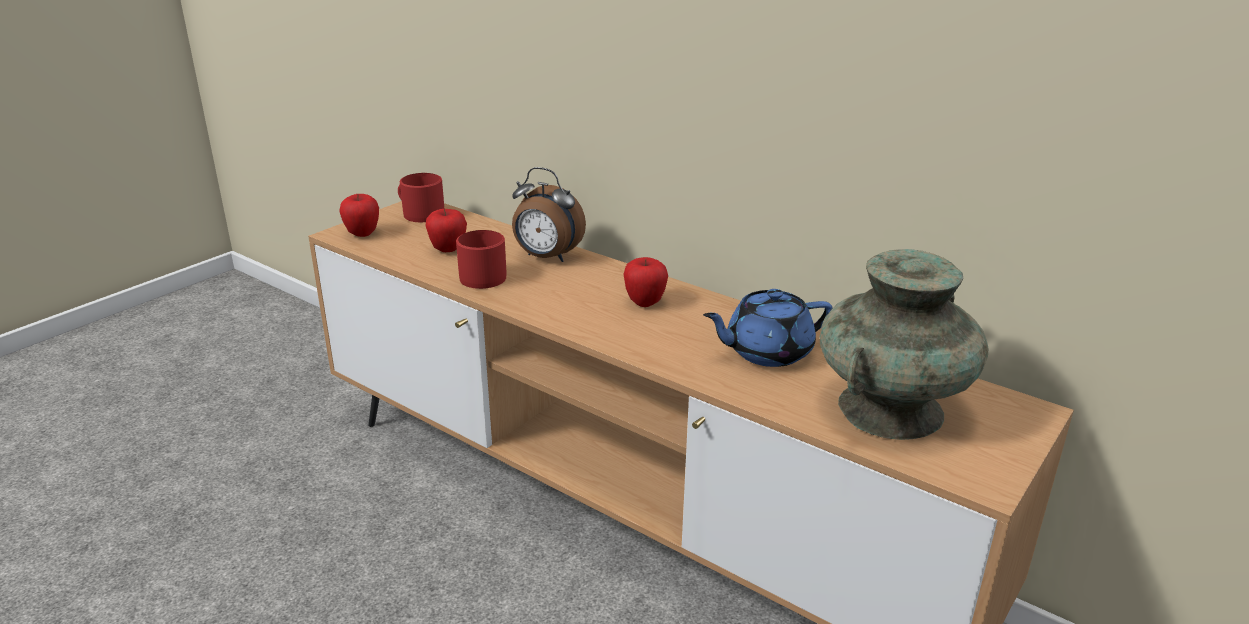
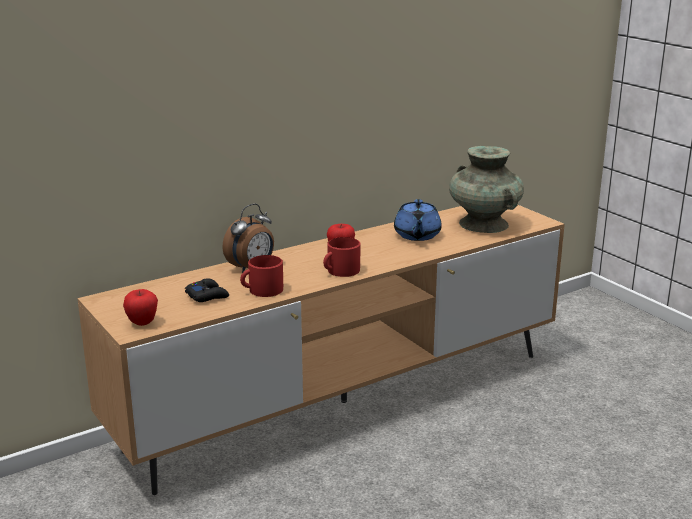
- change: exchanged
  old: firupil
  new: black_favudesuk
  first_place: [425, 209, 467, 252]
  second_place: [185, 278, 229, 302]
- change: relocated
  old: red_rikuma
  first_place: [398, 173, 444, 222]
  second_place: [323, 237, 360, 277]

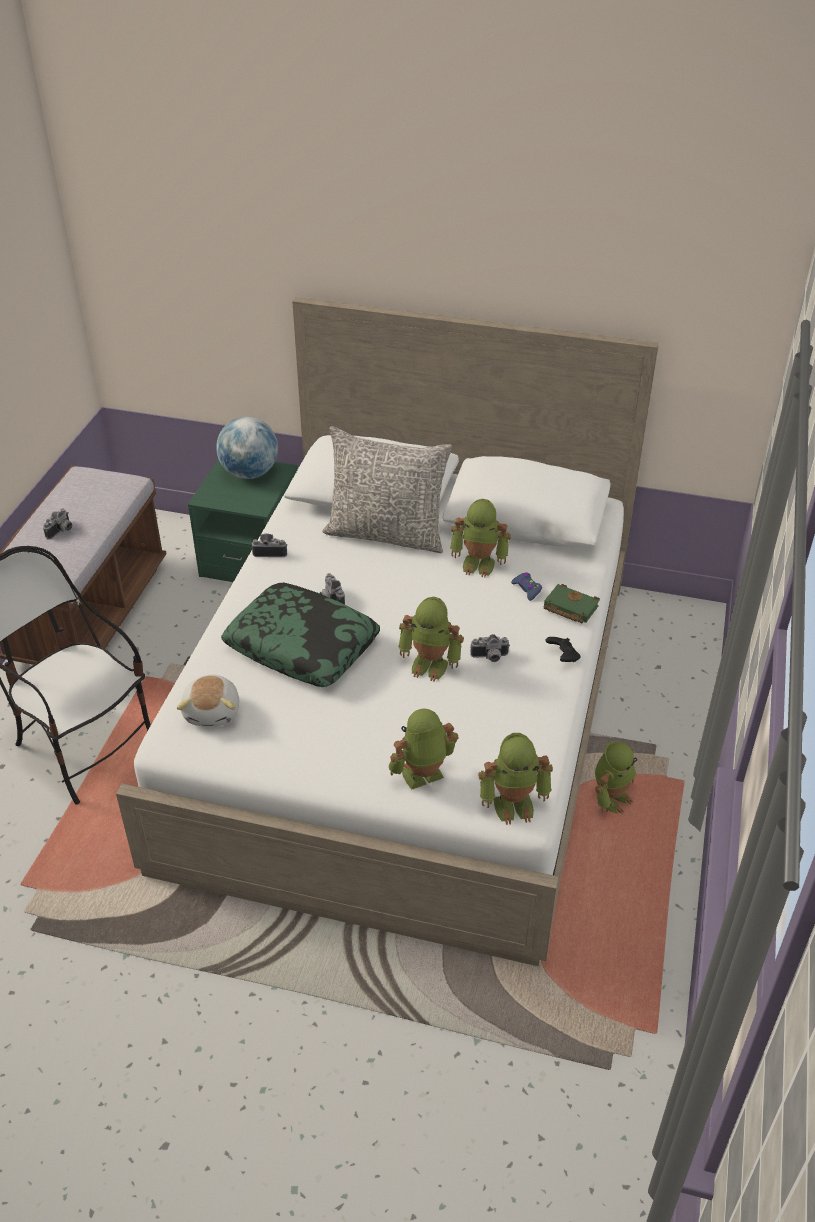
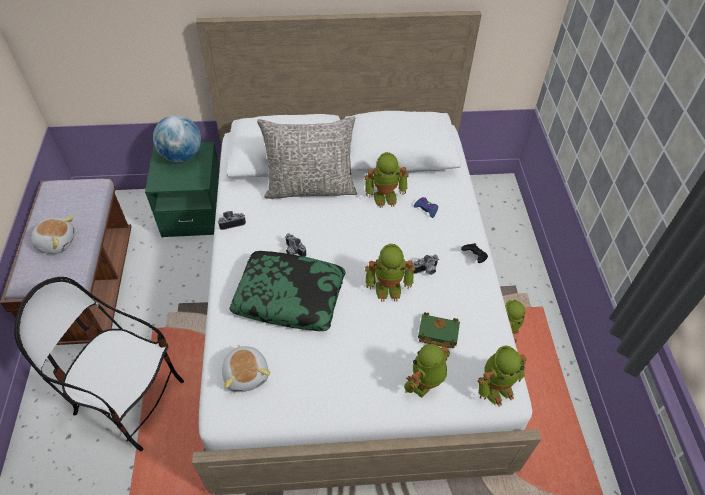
- change: exchanged
  old: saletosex
  new: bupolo
  first_place: [43, 509, 72, 540]
  second_place: [29, 217, 75, 254]
- change: relocated
  old: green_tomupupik
  first_place: [544, 584, 600, 624]
  second_place: [418, 312, 460, 349]

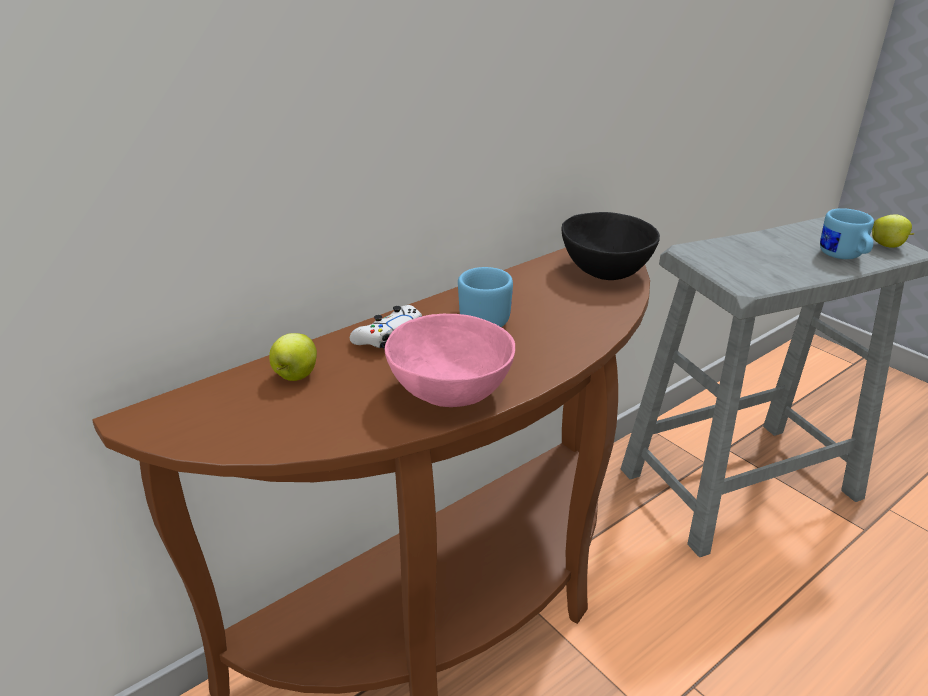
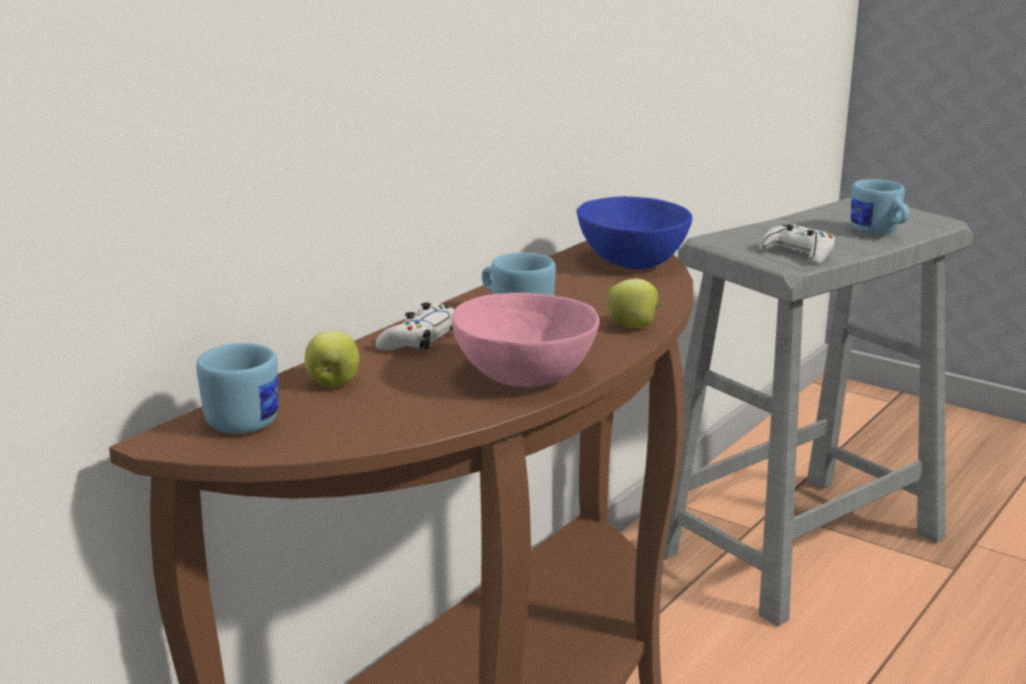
- change: appeared
  new: blue_rikuma
  second_place: [196, 343, 278, 434]
- change: colour
  old: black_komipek
  new: blue_komipek
  first_place: [561, 212, 660, 280]
  second_place: [576, 196, 692, 269]
- change: relocated
  old: firupil
  first_place: [872, 214, 914, 248]
  second_place: [606, 278, 664, 328]
- change: appeared
  new: white_favudesuk
  second_place: [759, 224, 835, 265]

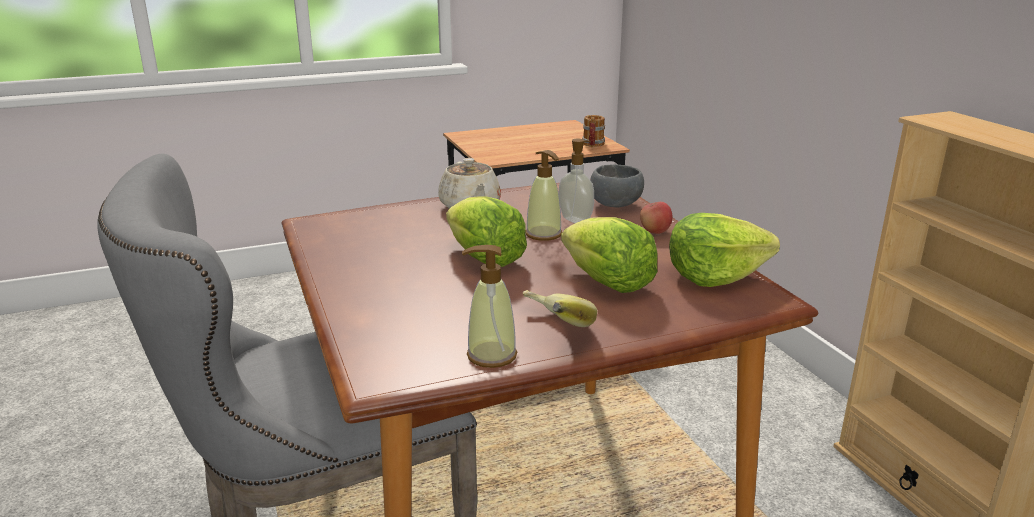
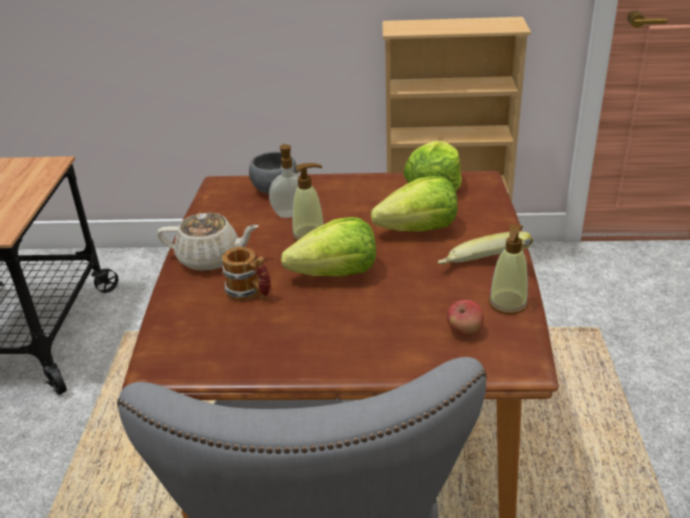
- change: relocated
  old: rikuma
  first_place: [582, 115, 605, 147]
  second_place: [222, 247, 271, 301]
- change: relocated
  old: firupil
  first_place: [640, 202, 673, 234]
  second_place: [447, 300, 484, 337]

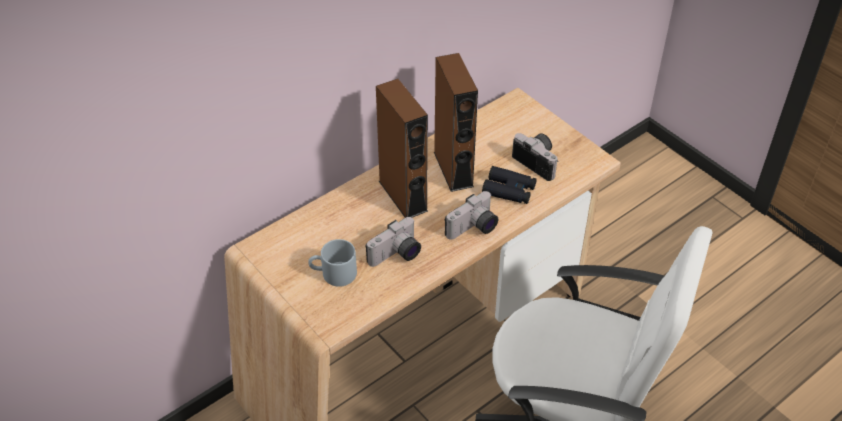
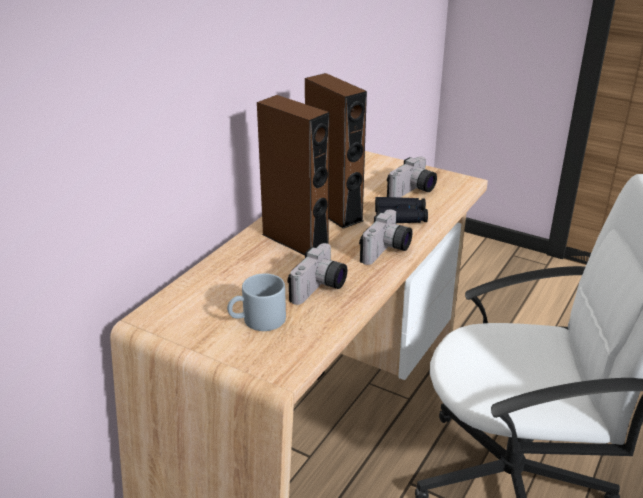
- change: spun
  old: saletosex
  first_place: [512, 133, 559, 181]
  second_place: [387, 157, 437, 198]
  degrees: 105

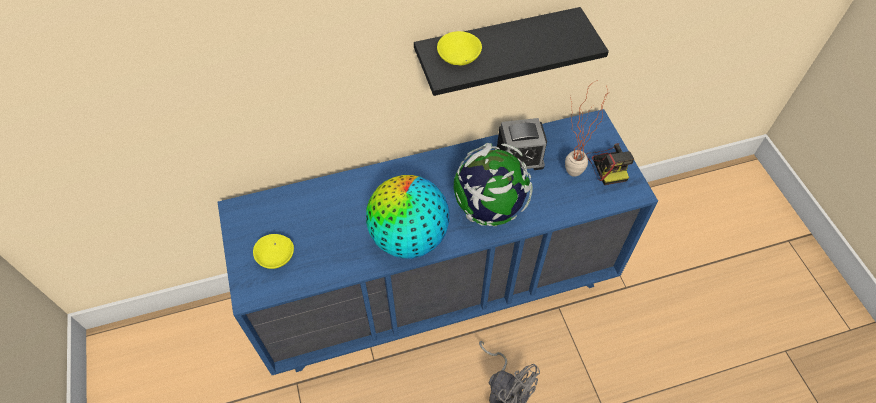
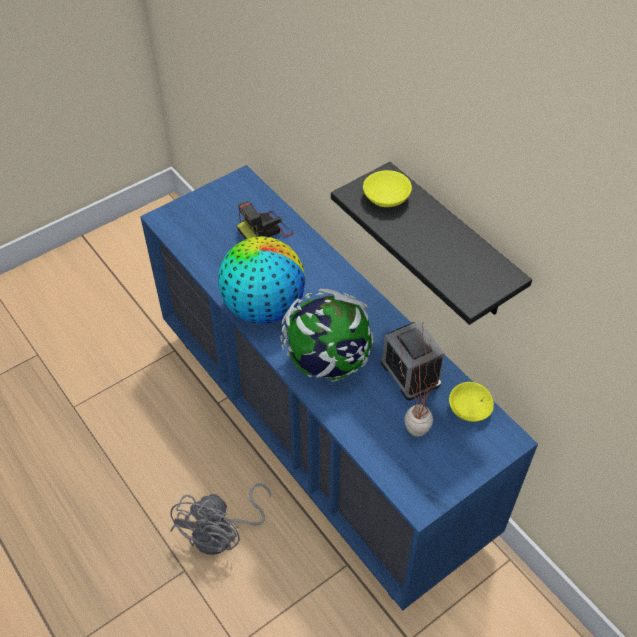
- change: relocated
  old: saletosex
  first_place: [586, 143, 634, 185]
  second_place: [237, 201, 294, 239]
- change: relocated
  old: yellow_komipek
  first_place: [253, 234, 294, 269]
  second_place: [449, 382, 494, 422]

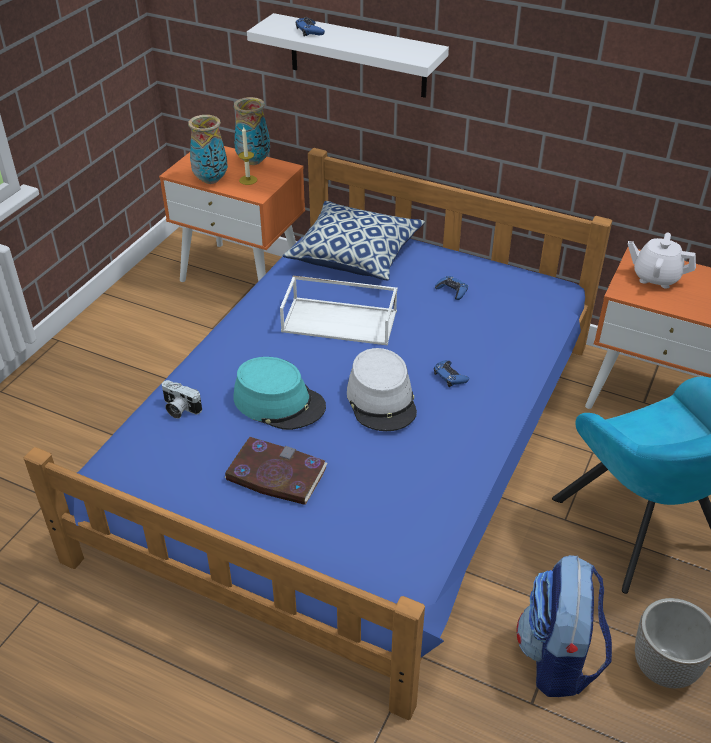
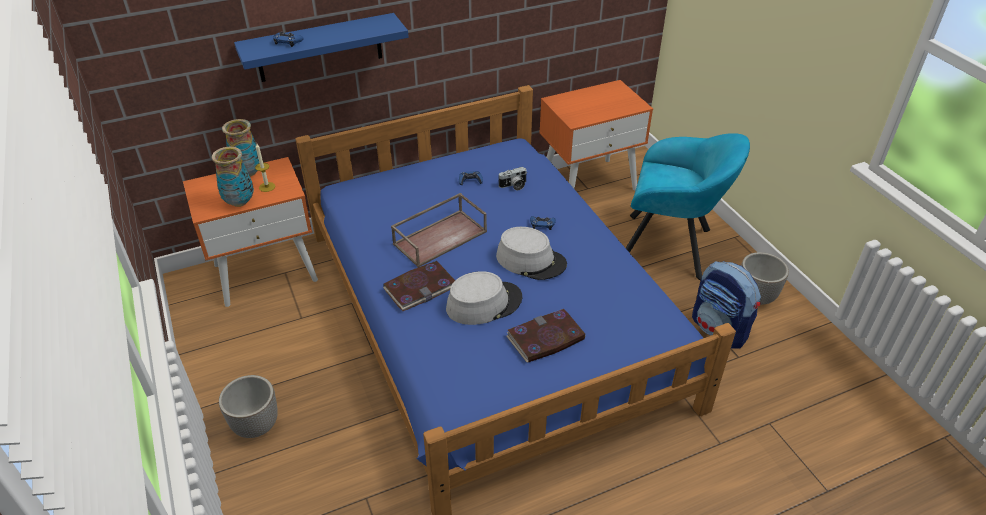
- change: appeared
  new: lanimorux
  second_place: [219, 375, 278, 438]
- change: colour
  old: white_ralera
  new: blue_ralera
  first_place: [247, 13, 449, 98]
  second_place: [234, 13, 409, 82]
- change: appeared
  new: tomupupik
  second_place: [383, 261, 455, 311]
- change: colour
  old: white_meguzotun
  new: brown_meguzotun
  first_place: [280, 276, 398, 346]
  second_place: [391, 193, 487, 267]
- change: colour
  old: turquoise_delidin
  new: grey_delidin
  first_place: [233, 357, 326, 430]
  second_place: [446, 271, 522, 325]
- change: relocated
  old: saletosex
  first_place: [162, 380, 202, 419]
  second_place: [498, 167, 527, 190]
- change: missing
  old: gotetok
  first_place: [283, 201, 425, 280]
- change: missing
  old: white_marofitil
  first_place: [628, 233, 696, 289]

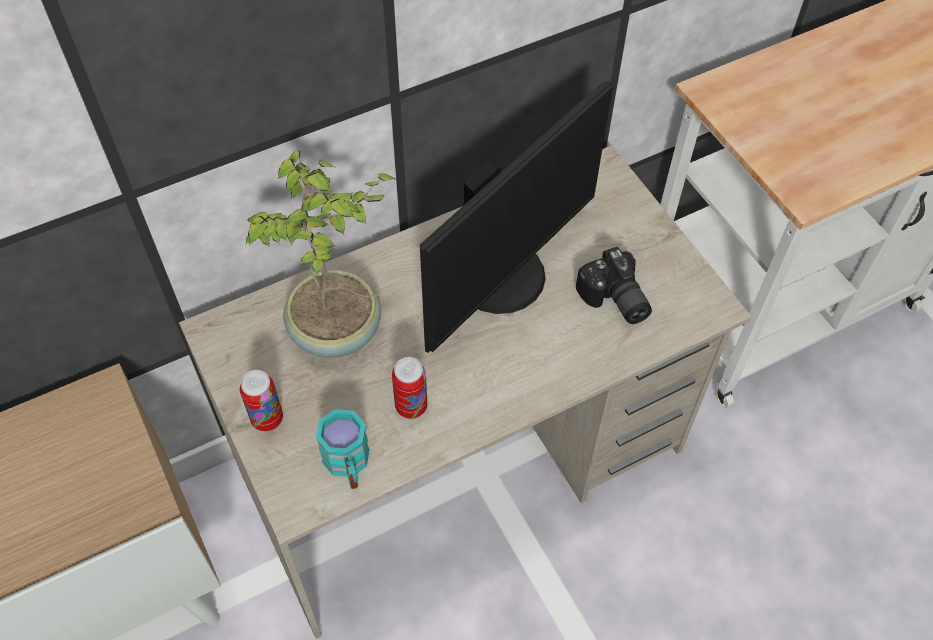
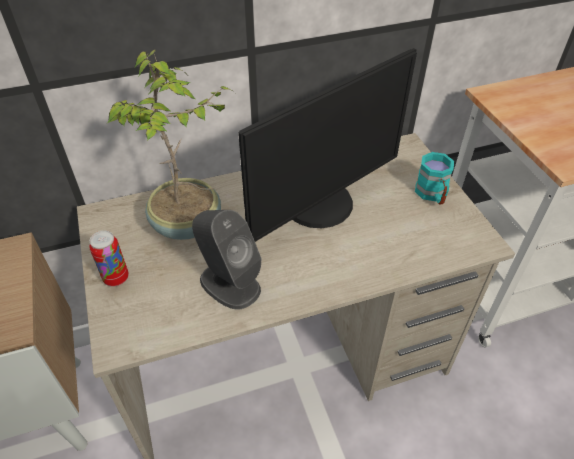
- change: exchanged
  old: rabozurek
  new: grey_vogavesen
  first_place: [392, 357, 427, 419]
  second_place: [192, 210, 262, 310]
- change: relocated
  old: turquoise_rikuma
  first_place: [316, 409, 370, 489]
  second_place: [415, 152, 454, 205]
- change: missing
  old: saletosex
  first_place: [576, 247, 652, 324]

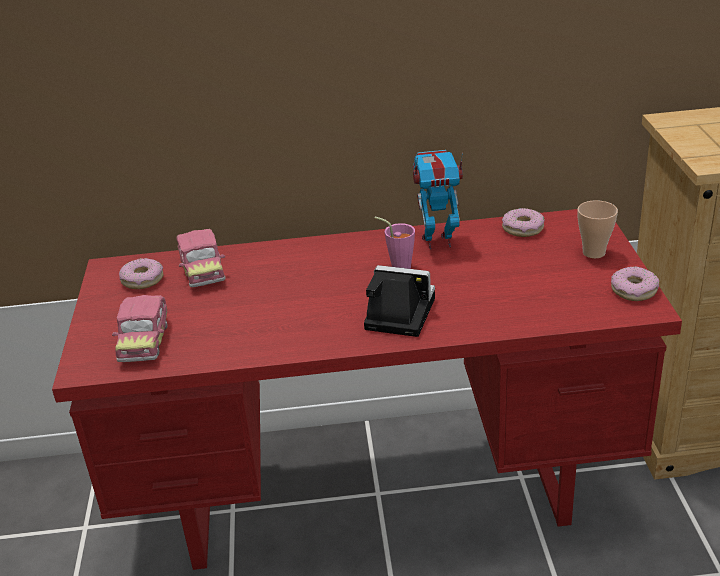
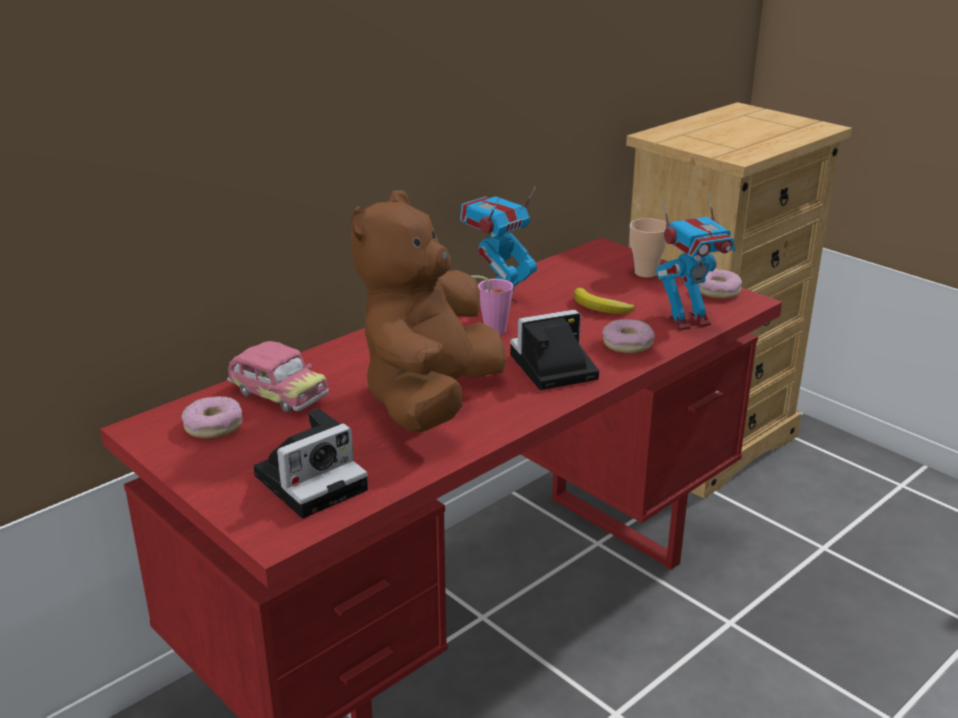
- change: exchanged
  old: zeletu
  new: saletosex
  first_place: [112, 295, 167, 362]
  second_place: [254, 408, 368, 519]
- change: appeared
  new: brown_bupolo
  second_place: [351, 190, 507, 432]
- change: appeared
  new: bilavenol
  second_place: [574, 288, 635, 314]
- change: relocated
  old: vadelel
  first_place: [502, 208, 545, 237]
  second_place: [602, 319, 655, 353]
- change: appeared
  new: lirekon
  second_place: [657, 192, 735, 331]

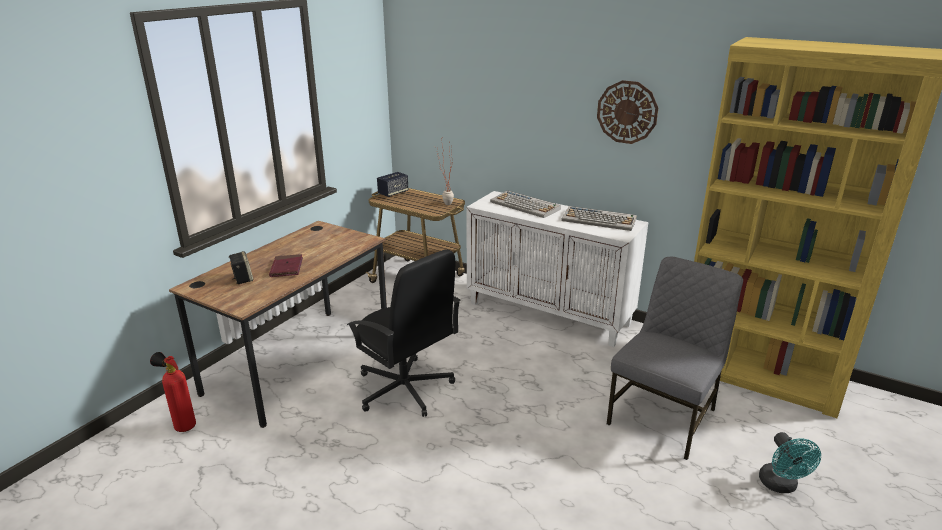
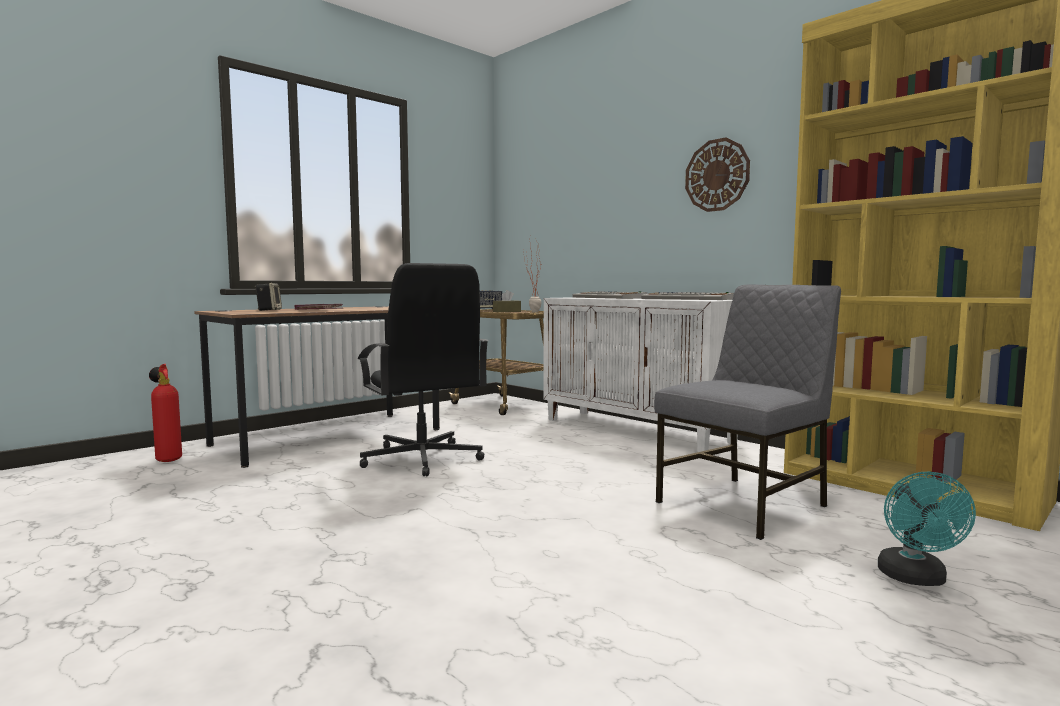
- change: appeared
  new: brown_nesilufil
  second_place: [493, 290, 521, 312]

